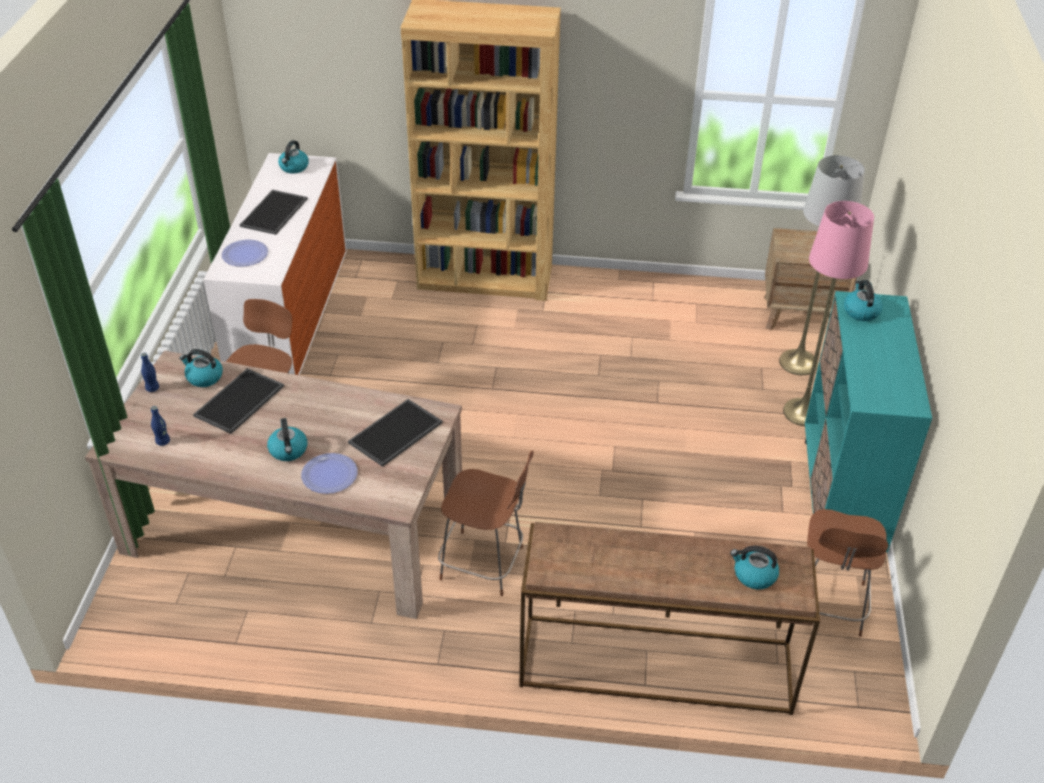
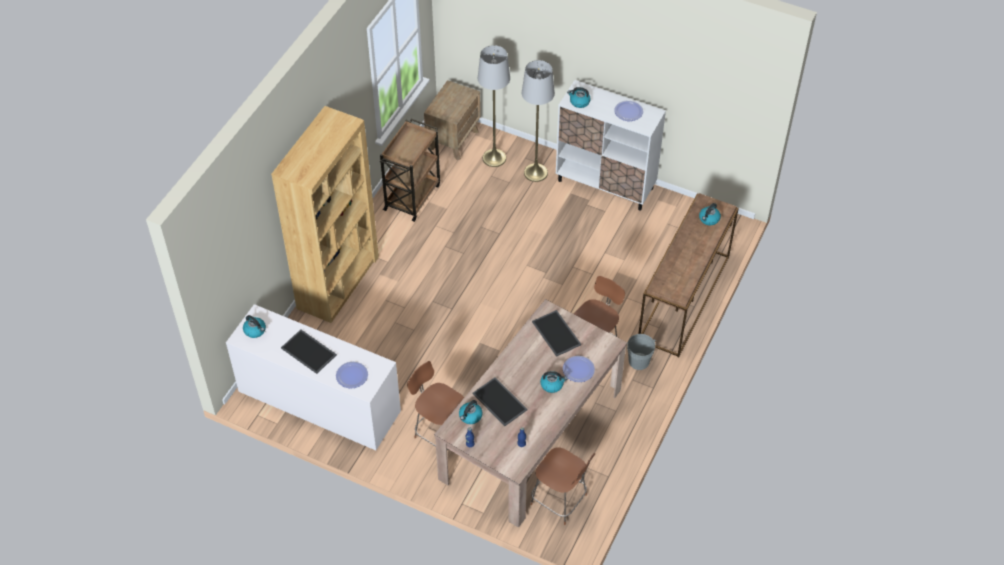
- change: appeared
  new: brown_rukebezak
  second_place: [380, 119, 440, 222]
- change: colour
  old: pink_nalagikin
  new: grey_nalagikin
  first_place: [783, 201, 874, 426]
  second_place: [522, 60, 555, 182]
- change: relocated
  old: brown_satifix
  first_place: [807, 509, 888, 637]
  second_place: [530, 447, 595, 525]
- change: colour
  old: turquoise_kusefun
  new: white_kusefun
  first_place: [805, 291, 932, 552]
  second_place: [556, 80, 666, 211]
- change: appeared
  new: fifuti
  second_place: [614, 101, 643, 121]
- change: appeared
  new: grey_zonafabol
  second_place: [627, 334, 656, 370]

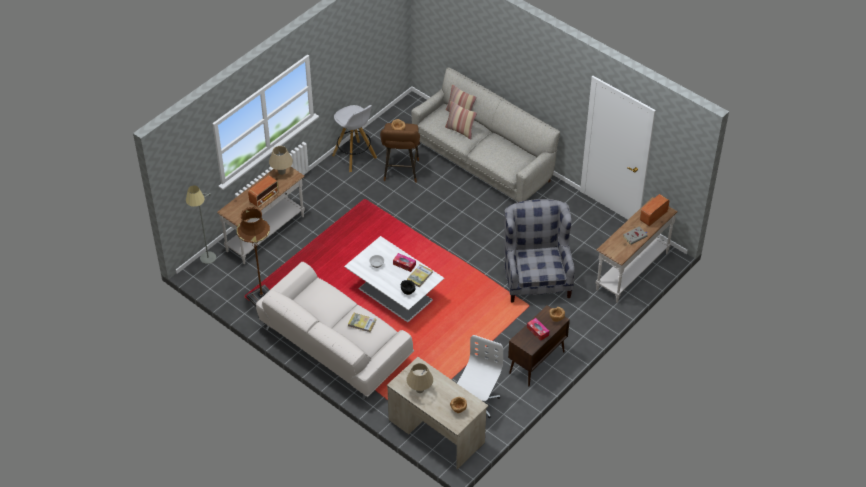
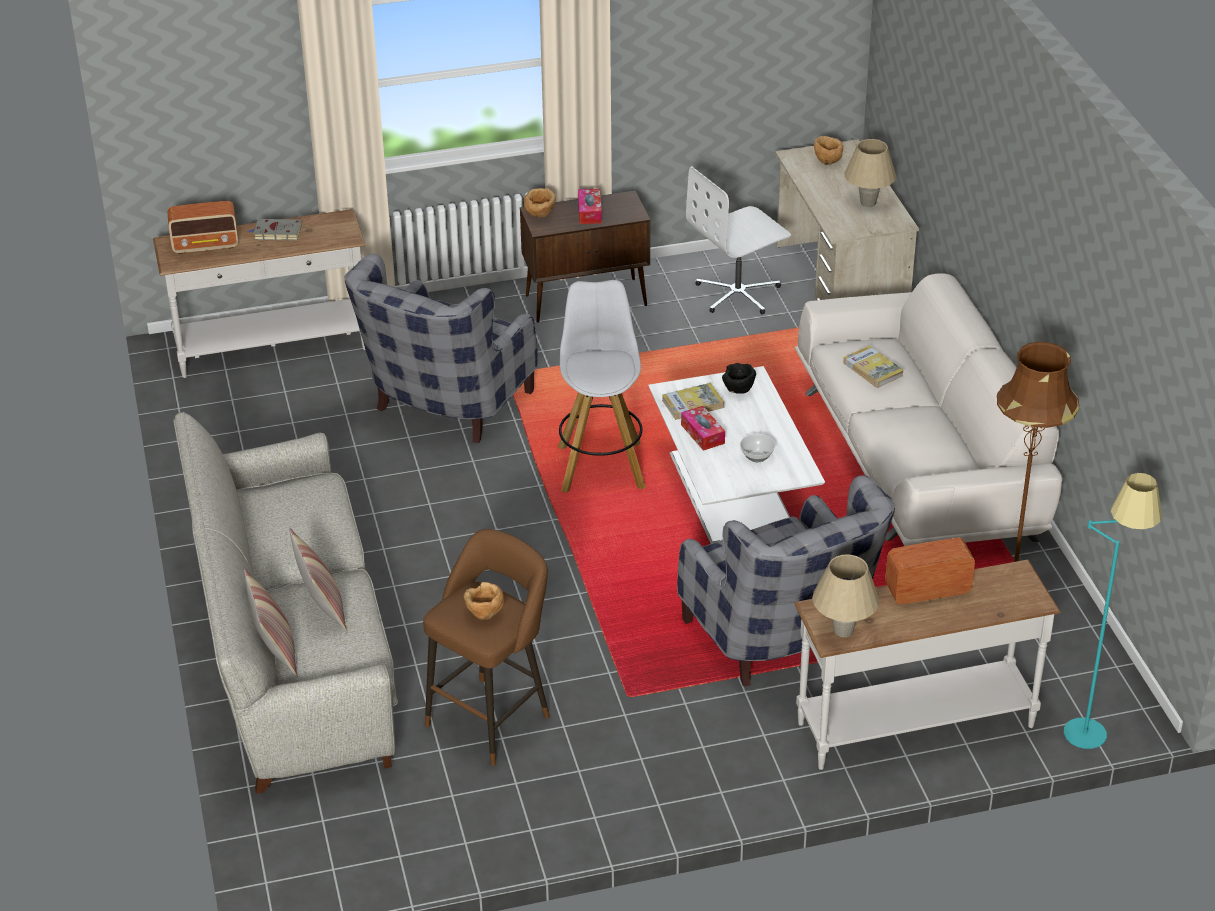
- change: relocated
  old: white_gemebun
  first_place: [332, 105, 377, 172]
  second_place: [558, 280, 646, 493]
- change: appeared
  new: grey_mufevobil
  second_place: [677, 475, 895, 686]
- change: colour
  old: grey_nalagikin
  new: turquoise_nalagikin
  first_place: [186, 186, 216, 264]
  second_place: [1064, 473, 1162, 749]

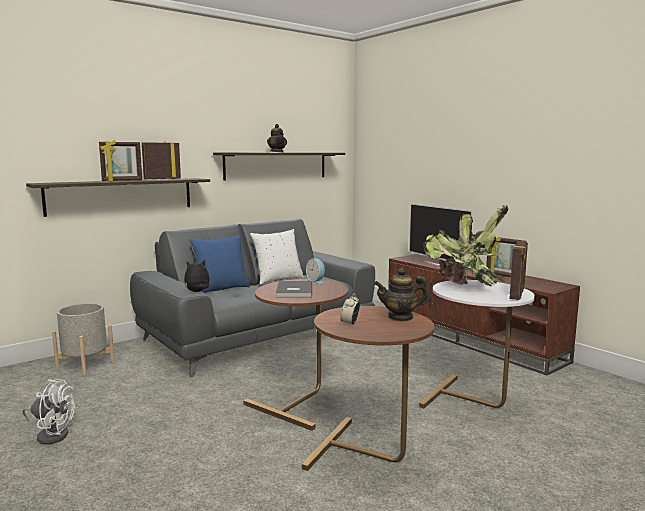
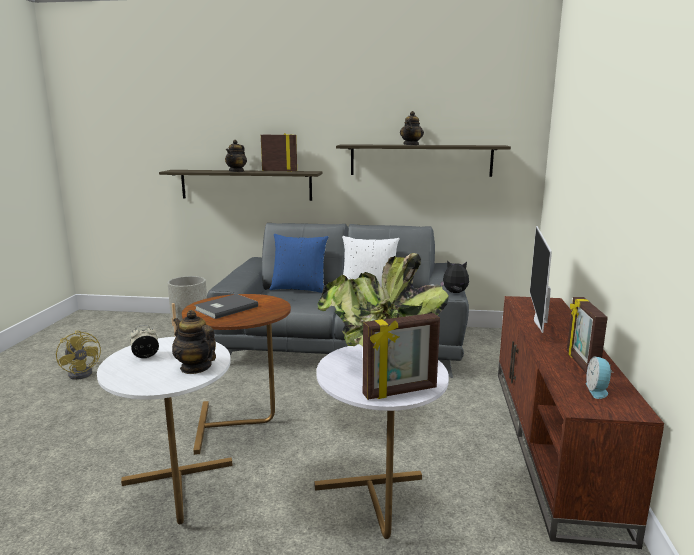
- change: colour
  old: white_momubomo
  new: yellow_momubomo
  first_place: [22, 379, 75, 445]
  second_place: [56, 330, 101, 380]
- change: colour
  old: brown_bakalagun
  new: white_bakalagun
  first_place: [302, 306, 434, 471]
  second_place: [97, 337, 232, 524]
- change: exchanged
  old: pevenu
  new: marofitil
  first_place: [99, 140, 142, 181]
  second_place: [225, 140, 247, 172]
- change: relocated
  old: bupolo
  first_place: [184, 260, 210, 292]
  second_place: [440, 260, 469, 293]
- change: relocated
  old: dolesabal
  first_place: [306, 258, 325, 284]
  second_place: [586, 356, 614, 399]

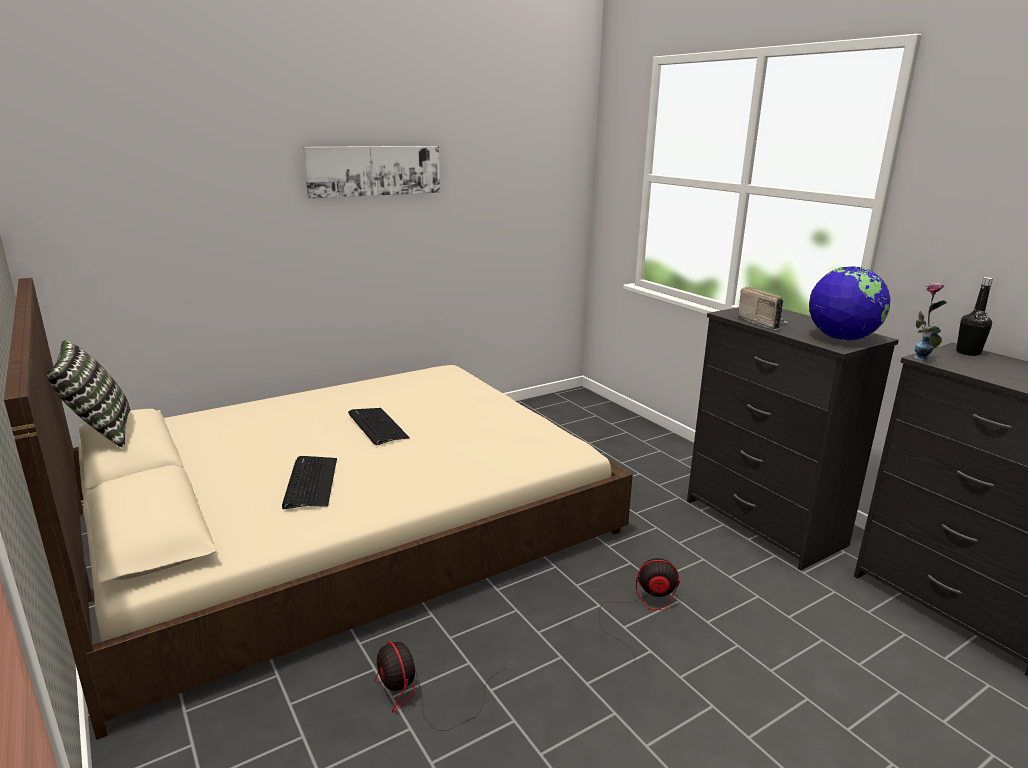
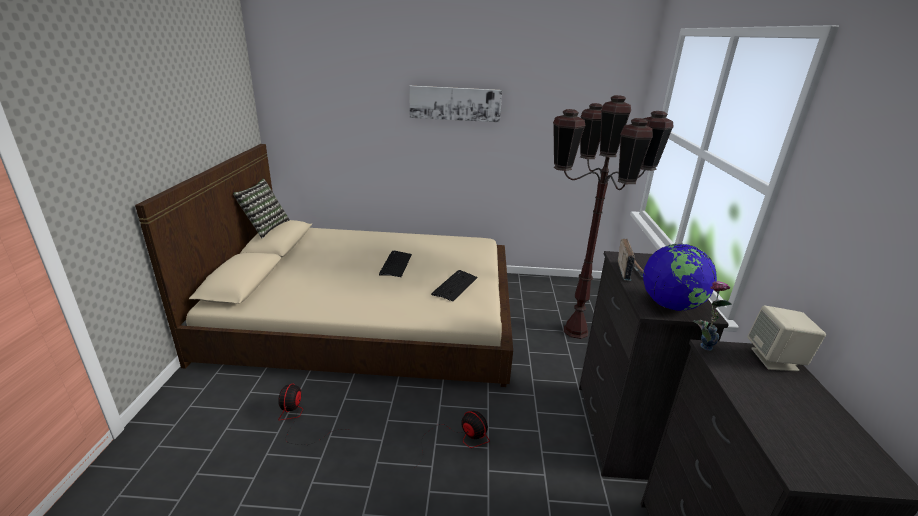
- change: relocated
  old: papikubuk
  first_place: [282, 456, 337, 509]
  second_place: [431, 270, 478, 301]
- change: appeared
  new: brown_nalagikin
  second_place: [553, 95, 674, 339]
- change: exchanged
  old: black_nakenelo
  new: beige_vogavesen
  first_place: [956, 277, 993, 356]
  second_place: [747, 306, 826, 371]

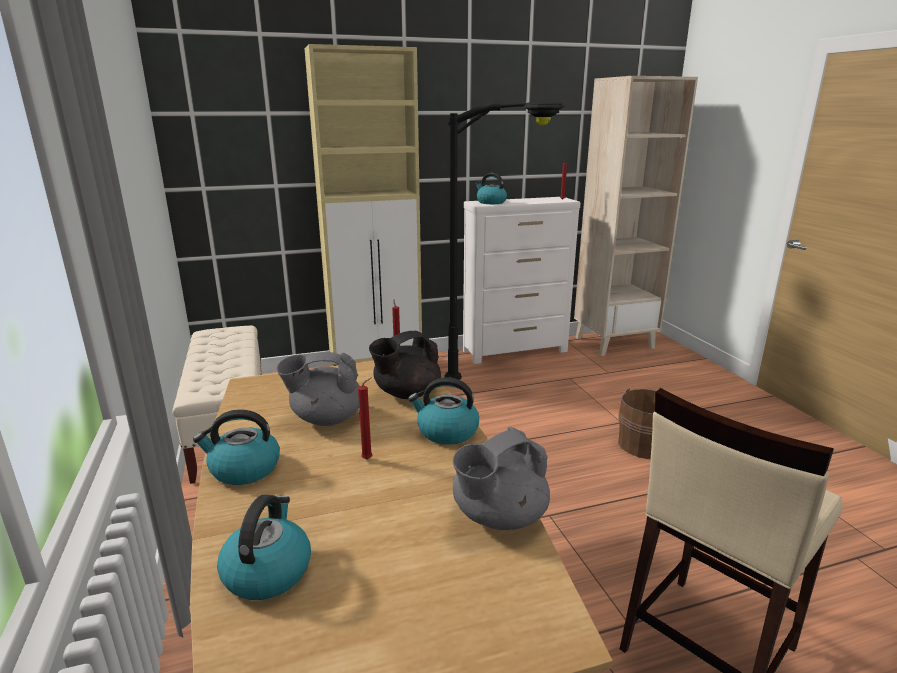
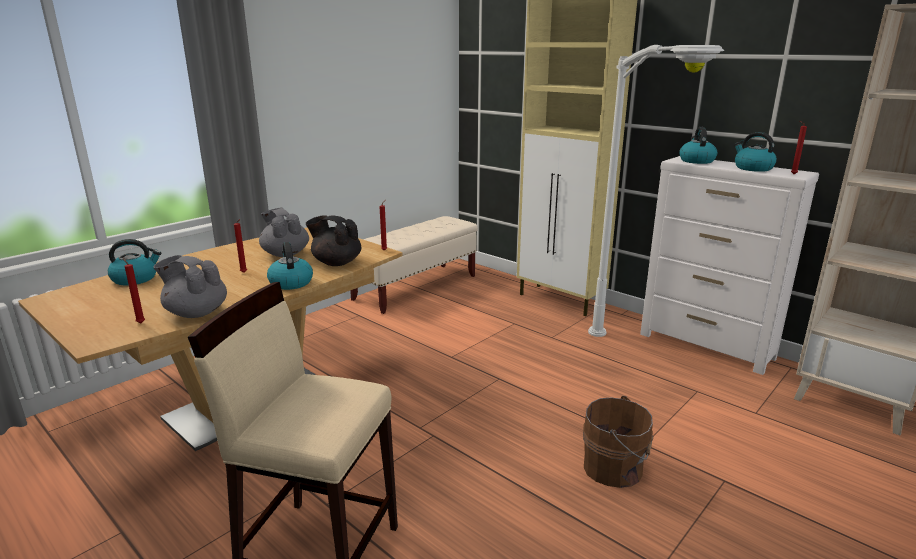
- change: appeared
  new: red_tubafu
  second_place: [123, 257, 145, 323]
- change: colour
  old: black_nalagikin
  new: white_nalagikin
  first_place: [445, 102, 565, 380]
  second_place: [588, 45, 724, 337]
- change: relocated
  old: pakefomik
  first_place: [193, 410, 280, 485]
  second_place: [734, 132, 777, 172]

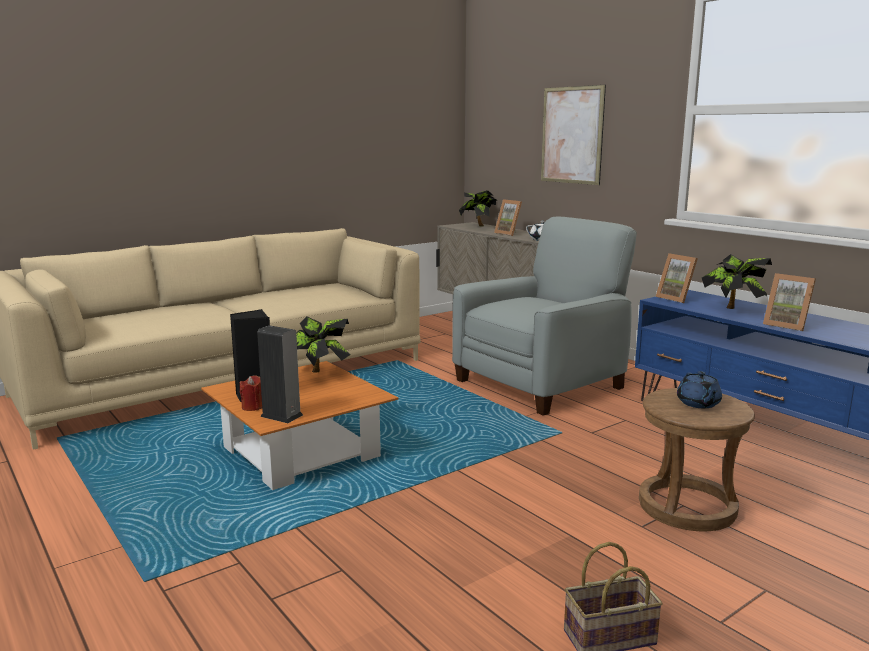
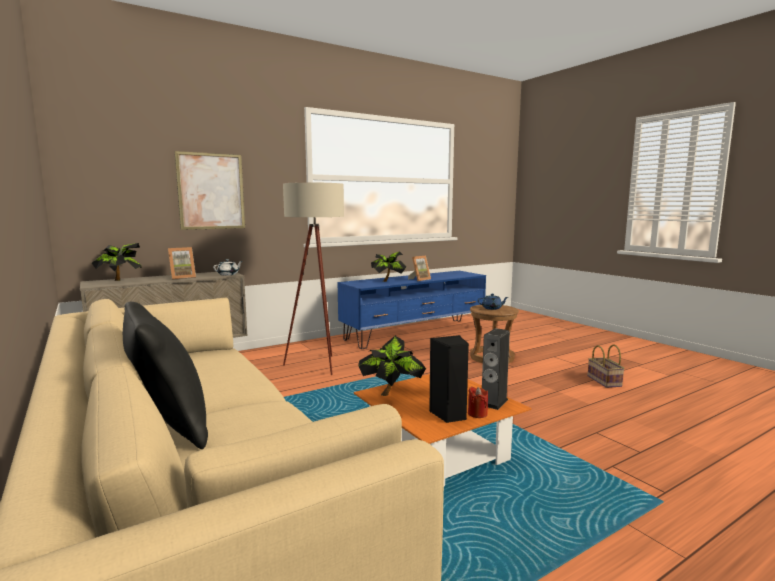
- change: appeared
  new: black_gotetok
  second_place: [123, 302, 208, 449]
- change: exchanged
  old: grey_mufevobil
  new: beige_nalagikin
  first_place: [452, 217, 637, 416]
  second_place: [283, 182, 344, 375]
- change: missing
  old: pevenu
  first_place: [655, 253, 698, 303]

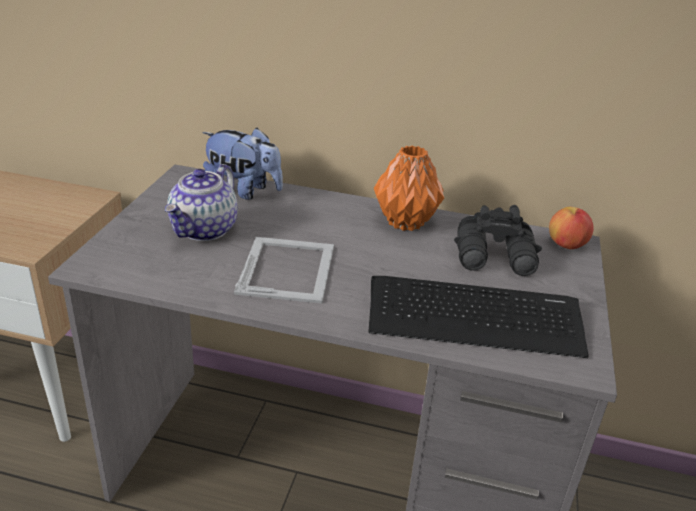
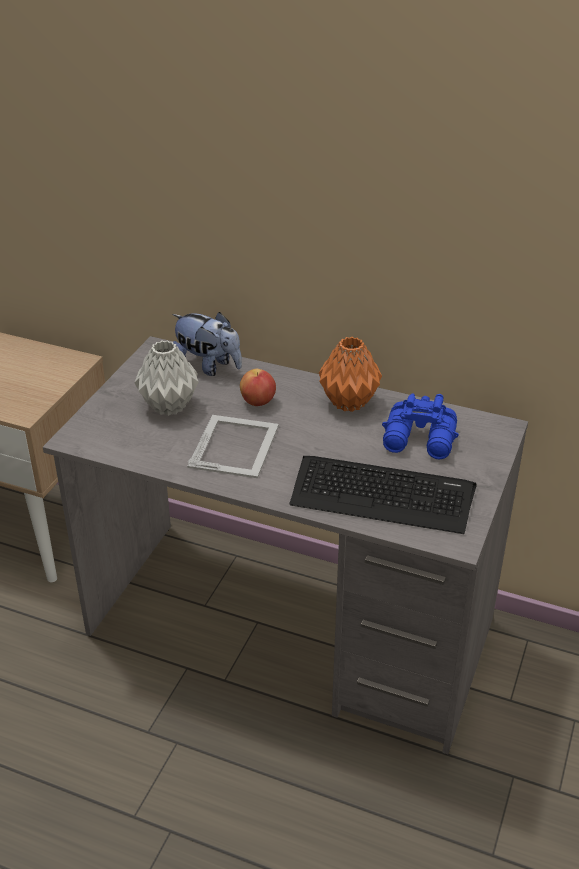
- change: exchanged
  old: marofitil
  new: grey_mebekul
  first_place: [165, 164, 238, 241]
  second_place: [134, 340, 199, 416]
- change: relocated
  old: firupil
  first_place: [549, 207, 594, 249]
  second_place: [240, 369, 276, 406]
- change: colour
  old: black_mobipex
  new: blue_mobipex
  first_place: [454, 205, 542, 276]
  second_place: [382, 393, 459, 460]

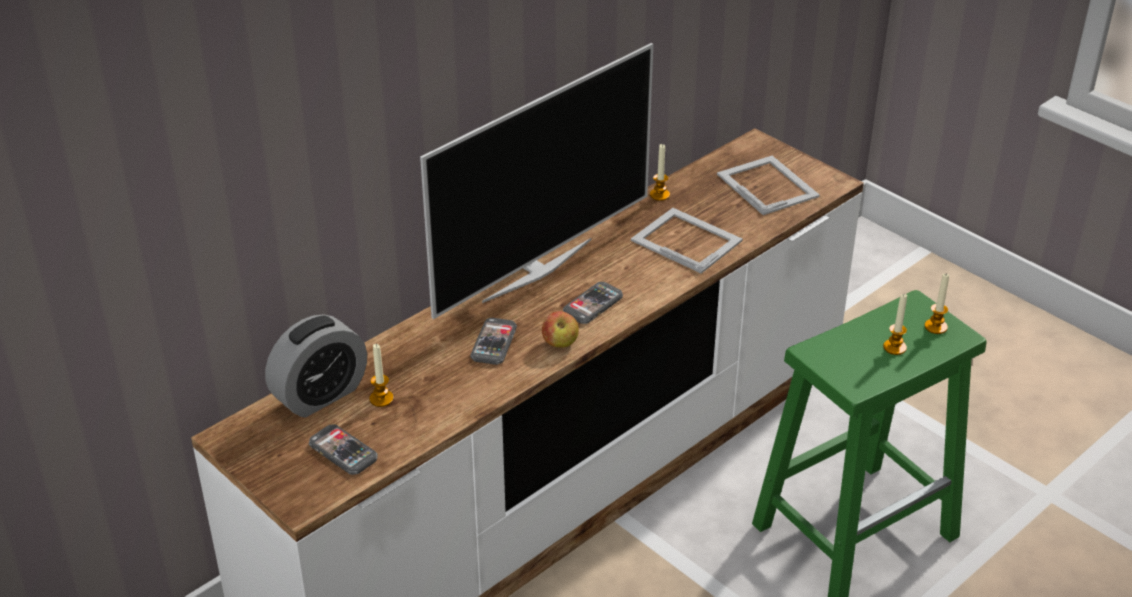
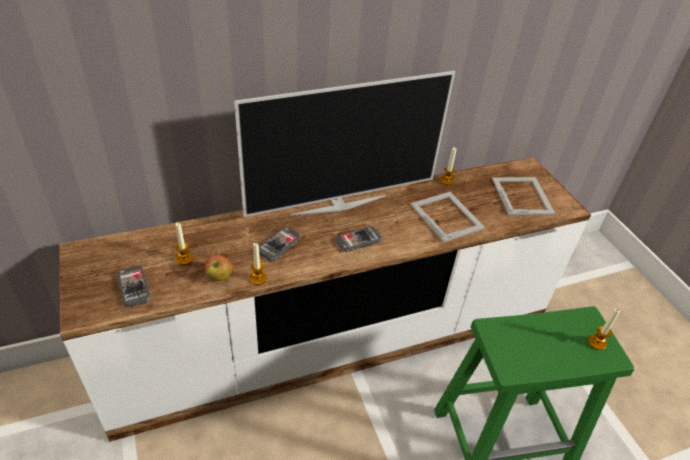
- change: relocated
  old: firupil
  first_place: [542, 311, 579, 348]
  second_place: [204, 254, 233, 281]
- change: relocated
  old: tubafu
  first_place: [883, 294, 907, 355]
  second_place: [249, 243, 266, 285]
- change: missing
  old: dolesabal
  first_place: [265, 314, 367, 417]

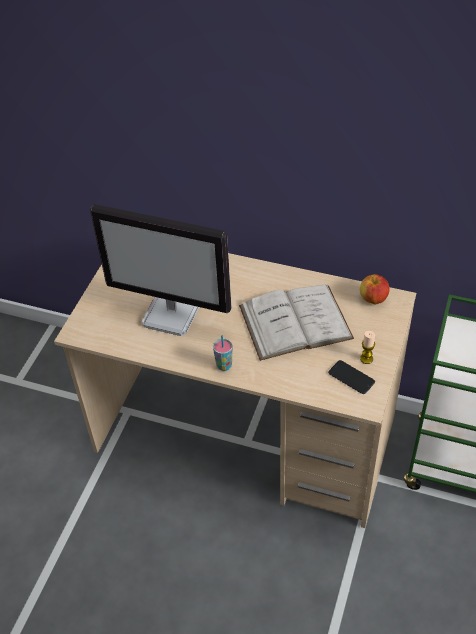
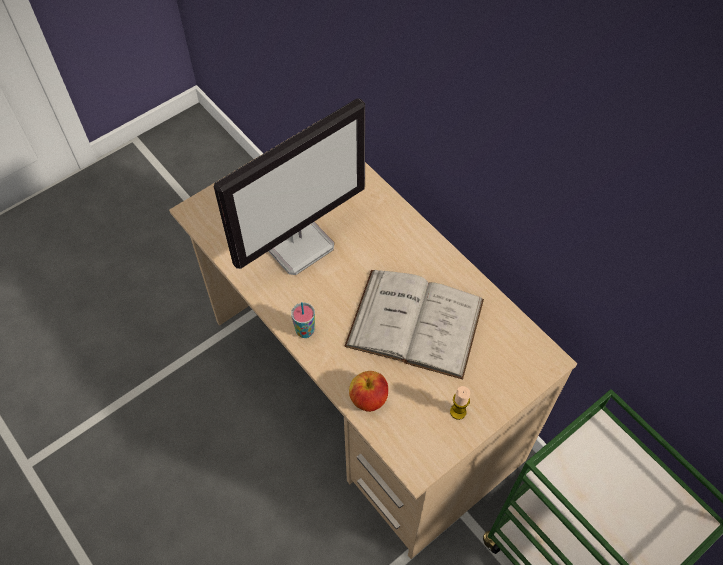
- change: spun
  old: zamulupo
  first_place: [90, 204, 232, 336]
  second_place: [214, 98, 365, 275]
  degrees: -90
- change: relocated
  old: firupil
  first_place: [360, 274, 390, 304]
  second_place: [349, 371, 388, 412]
- change: missing
  old: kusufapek
  first_place: [328, 360, 375, 394]

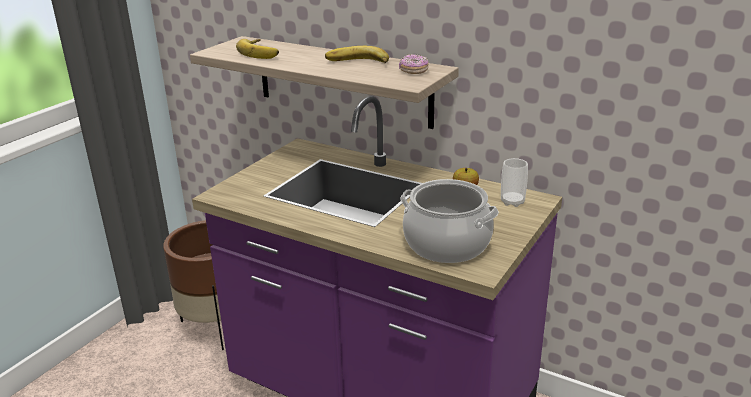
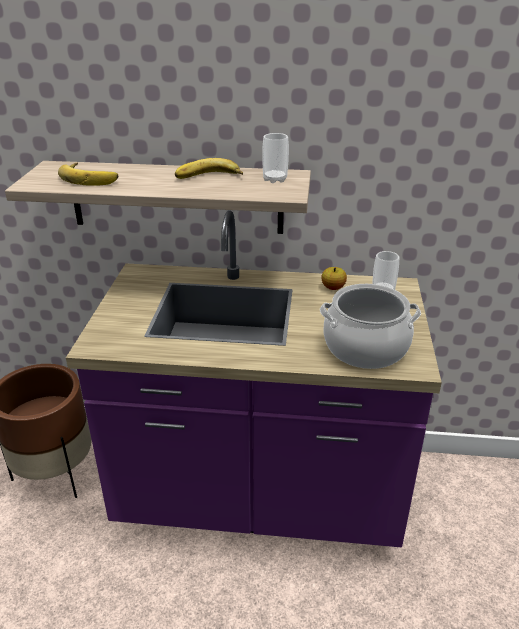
- change: exchanged
  old: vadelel
  new: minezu
  first_place: [399, 54, 429, 74]
  second_place: [262, 133, 289, 183]

